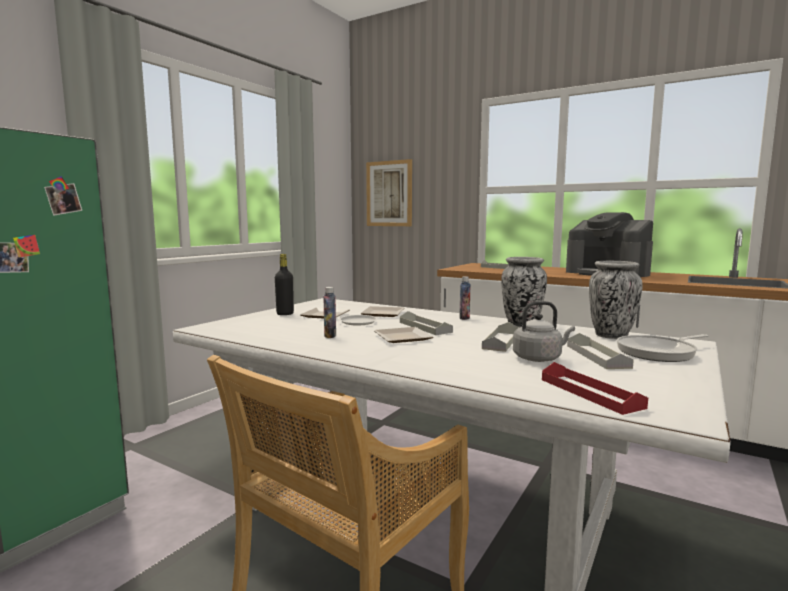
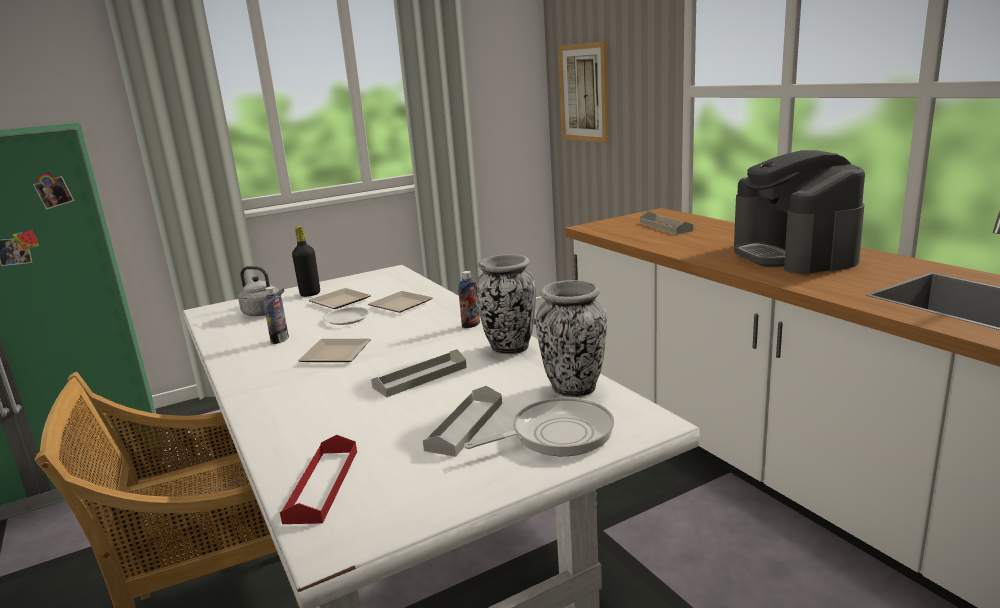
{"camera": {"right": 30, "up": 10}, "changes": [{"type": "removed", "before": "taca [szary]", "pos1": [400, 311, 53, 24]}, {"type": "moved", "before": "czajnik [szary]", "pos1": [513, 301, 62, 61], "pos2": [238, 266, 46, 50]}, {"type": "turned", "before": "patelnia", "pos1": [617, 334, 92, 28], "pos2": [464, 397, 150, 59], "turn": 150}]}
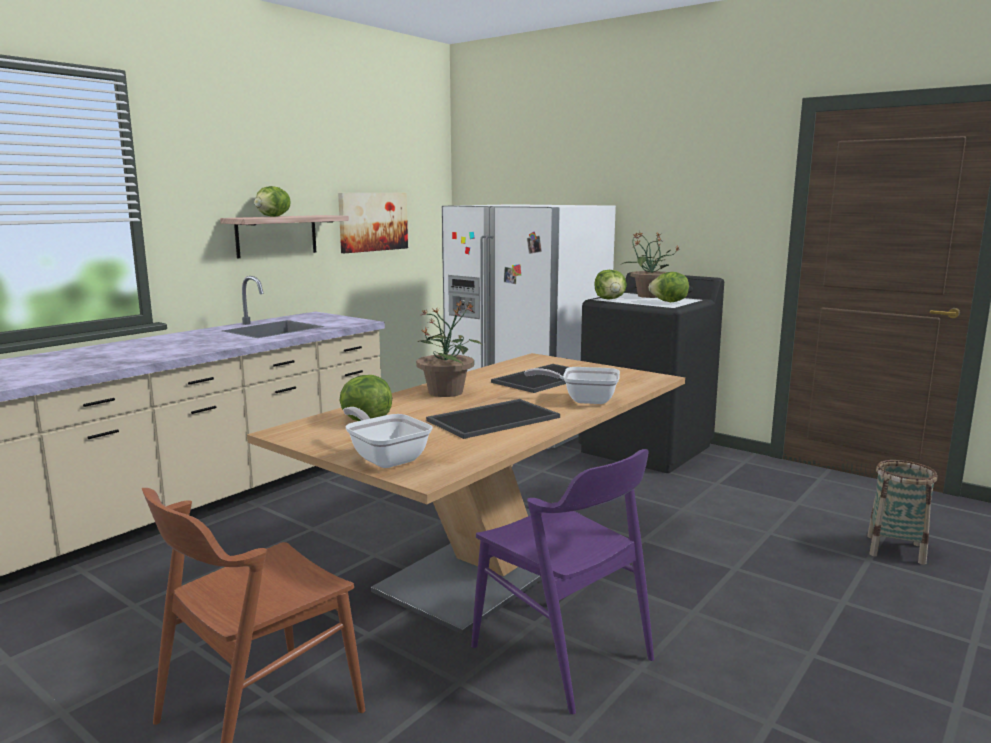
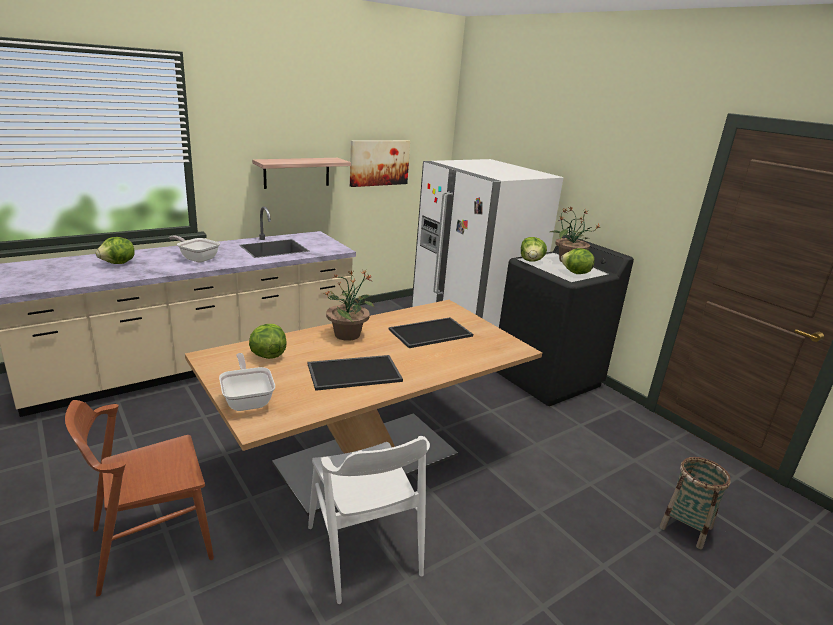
{"camera": {"right": 15, "up": 10}, "changes": [{"type": "moved", "before": "sałata", "pos1": [254, 186, 37, 31], "pos2": [96, 237, 39, 27]}, {"type": "moved", "before": "patelnia", "pos1": [524, 367, 96, 37], "pos2": [169, 235, 51, 28]}, {"type": "recoloured", "before": "krzesło [fioletowy]", "after": "krzesło [biały]", "pos1": [471, 449, 183, 265], "pos2": [308, 436, 122, 168]}]}
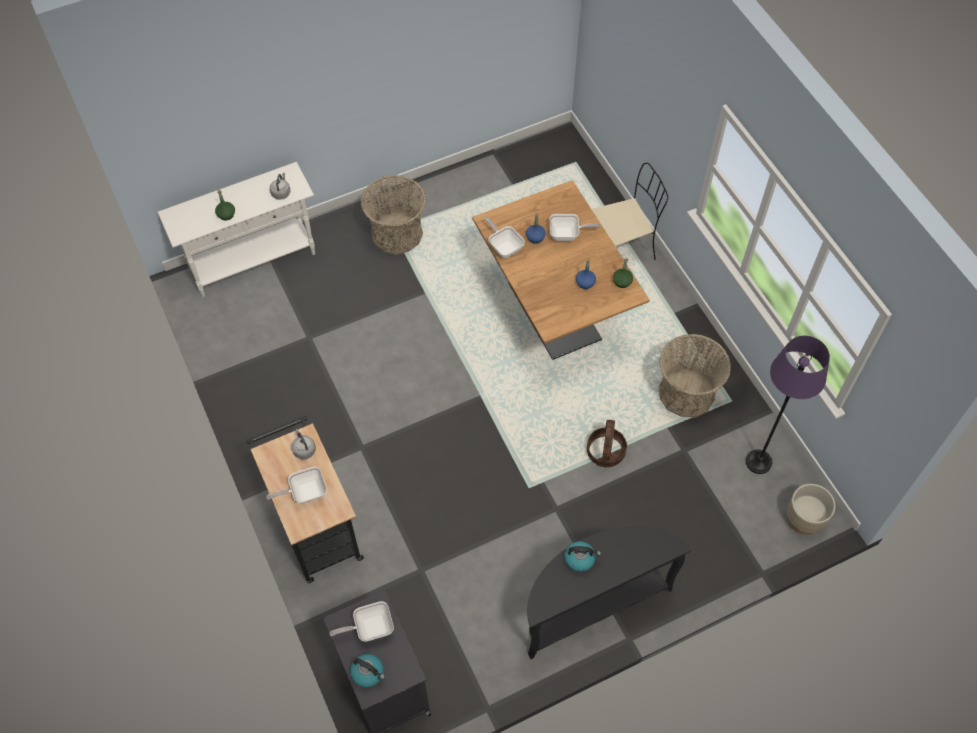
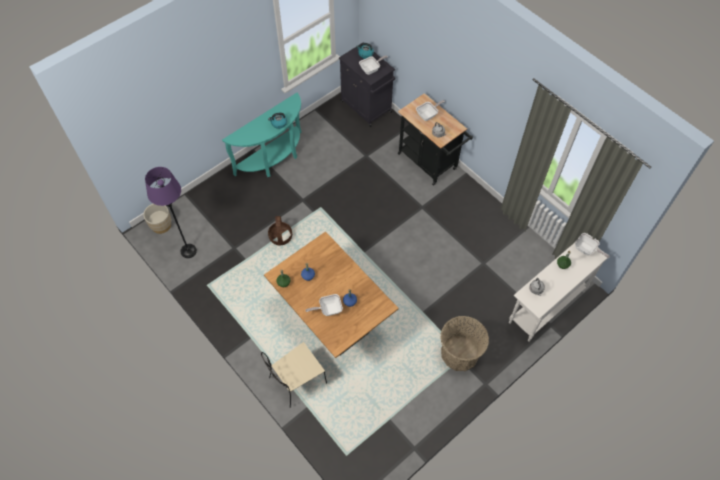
{"camera": {"right": 165, "up": 0}, "changes": [{"type": "removed", "before": "koszyk", "pos1": [659, 334, 72, 84]}, {"type": "moved", "before": "patelnia", "pos1": [484, 217, 41, 41], "pos2": [575, 233, 35, 25]}, {"type": "recoloured", "before": "stolik konsolowy [czarny]", "after": "stolik konsolowy [turkusowy]", "pos1": [527, 527, 164, 132], "pos2": [222, 93, 80, 84]}]}
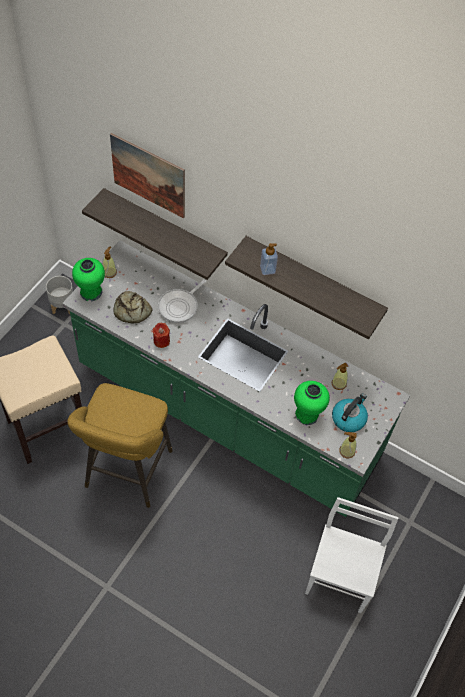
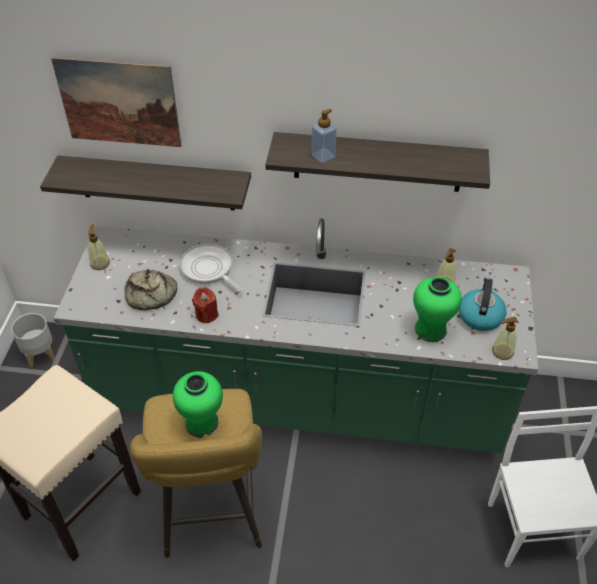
{"camera": {"right": -20, "up": -10}, "changes": [{"type": "moved", "before": "wazon [zielony]", "pos1": [72, 258, 33, 43], "pos2": [173, 371, 50, 67]}, {"type": "turned", "before": "patelnia", "pos1": [158, 279, 48, 44], "pos2": [180, 244, 63, 48], "turn": 120}]}
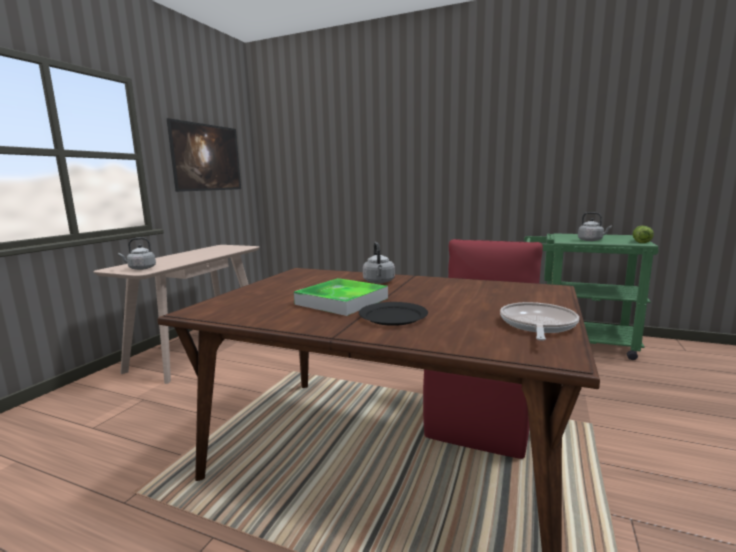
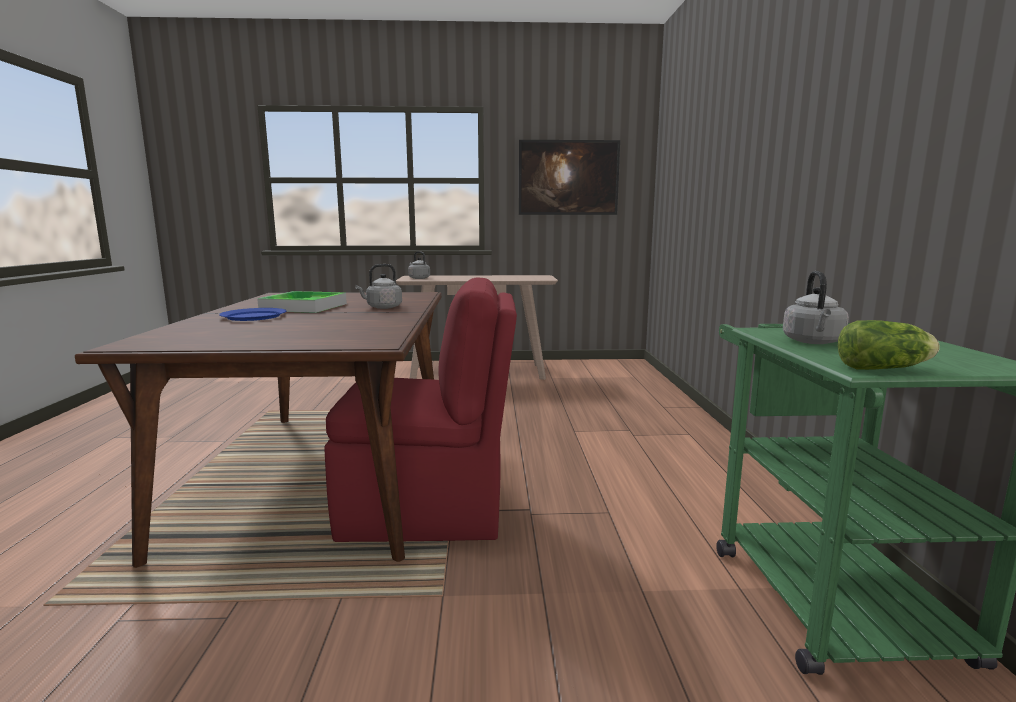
{"camera": {"right": 65, "up": 0}, "changes": [{"type": "removed", "before": "patelnia", "pos1": [500, 302, 79, 39]}, {"type": "recoloured", "before": "talerz [czarny]", "after": "talerz [niebieski]", "pos1": [359, 302, 69, 24], "pos2": [219, 308, 67, 13]}]}
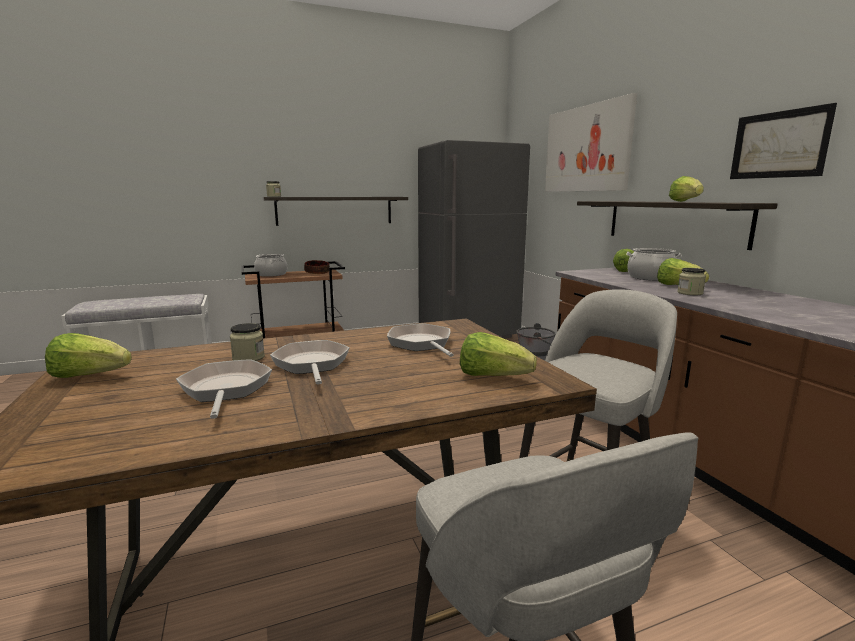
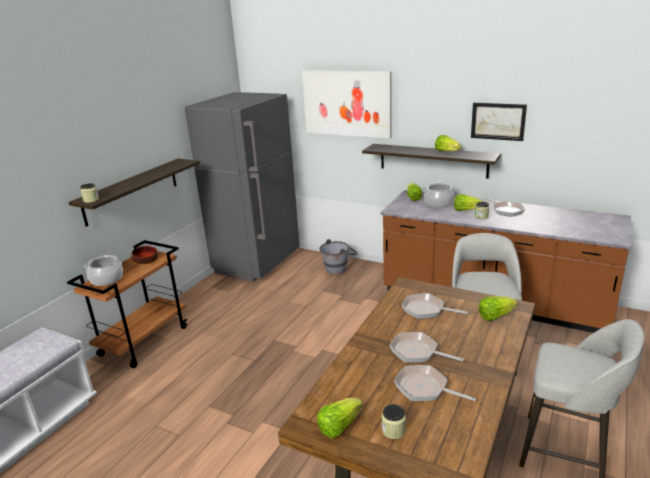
{"camera": {"right": -40, "up": 10}, "changes": [{"type": "added", "after": "patelnia", "pos2": [485, 197, 40, 20]}, {"type": "moved", "before": "słoik", "pos1": [230, 323, 35, 38], "pos2": [382, 404, 24, 35]}]}
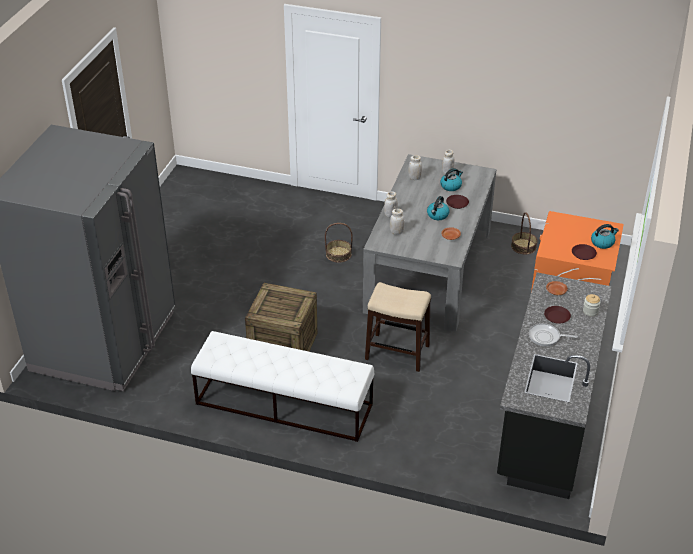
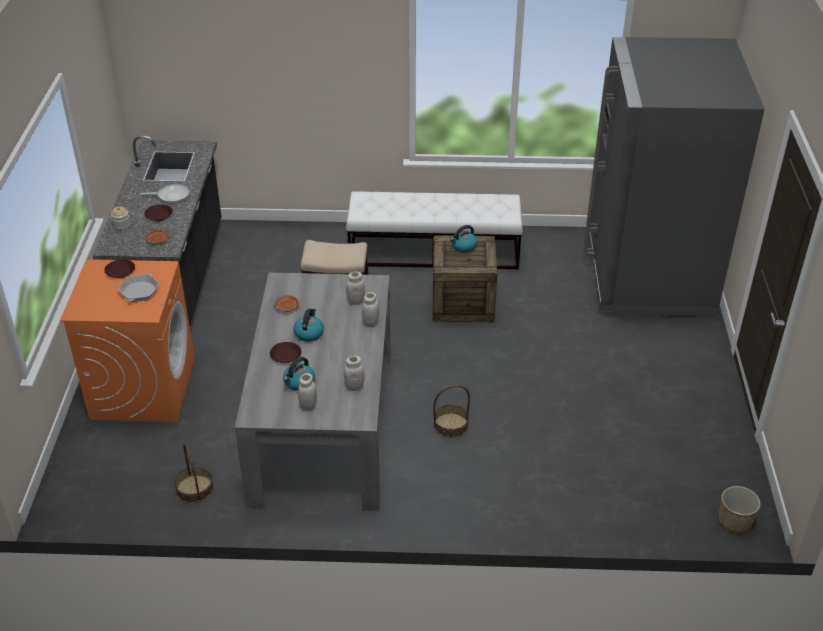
{"camera": {"right": 165, "up": 0}, "changes": [{"type": "added", "after": "patelnia", "pos2": [118, 273, 41, 29]}, {"type": "added", "after": "donica", "pos2": [718, 486, 43, 47]}, {"type": "moved", "before": "czajnik", "pos1": [591, 224, 28, 25], "pos2": [450, 225, 27, 27]}]}
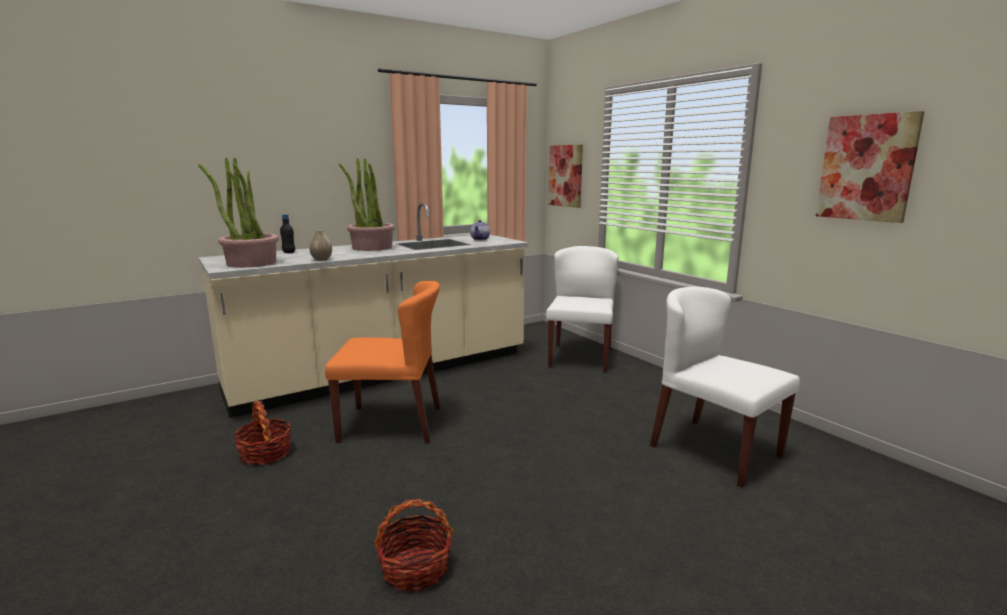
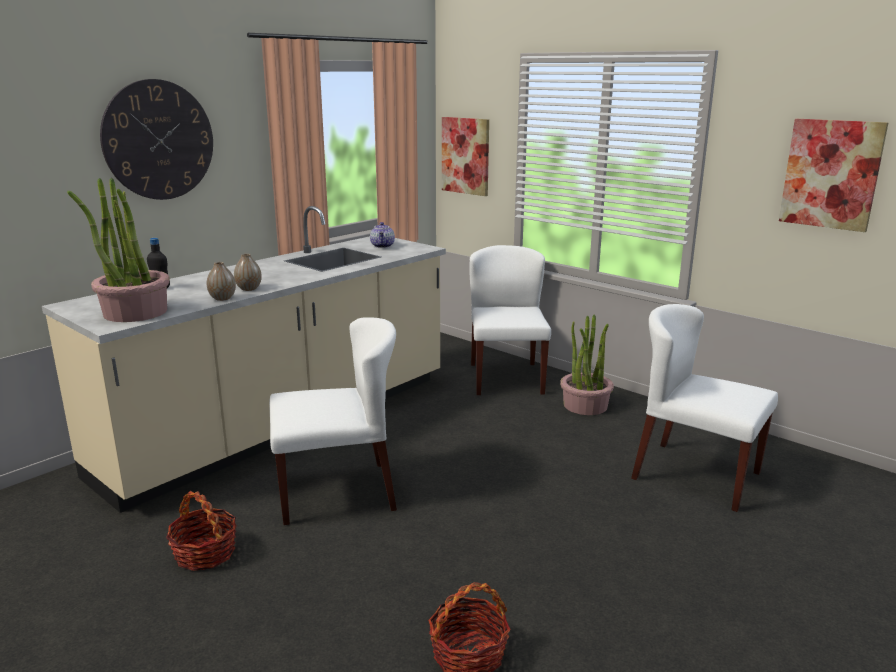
{"camera": {"right": -15, "up": 5}, "changes": [{"type": "added", "after": "zegar ścienny", "pos2": [100, 79, 113, 121]}, {"type": "added", "after": "wazon", "pos2": [234, 254, 28, 37]}, {"type": "moved", "before": "roślina doniczkowa", "pos1": [339, 158, 56, 93], "pos2": [560, 315, 54, 100]}, {"type": "recoloured", "before": "krzesło [pomarańczowy]", "after": "krzesło [biały]", "pos1": [325, 281, 115, 162], "pos2": [269, 317, 128, 208]}]}
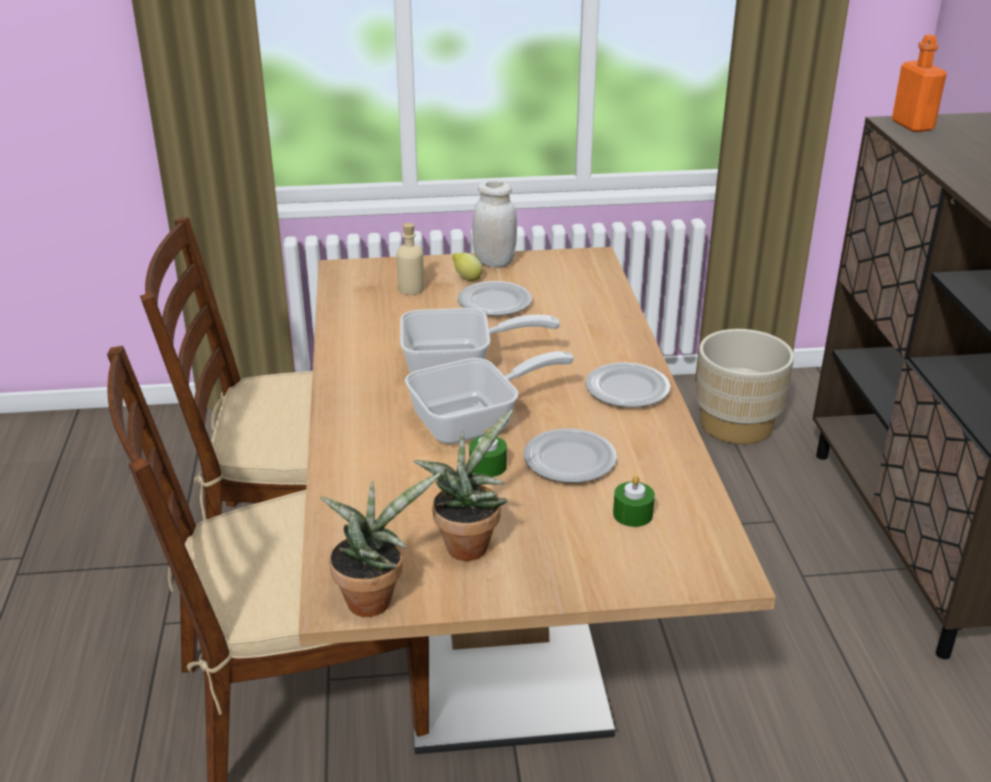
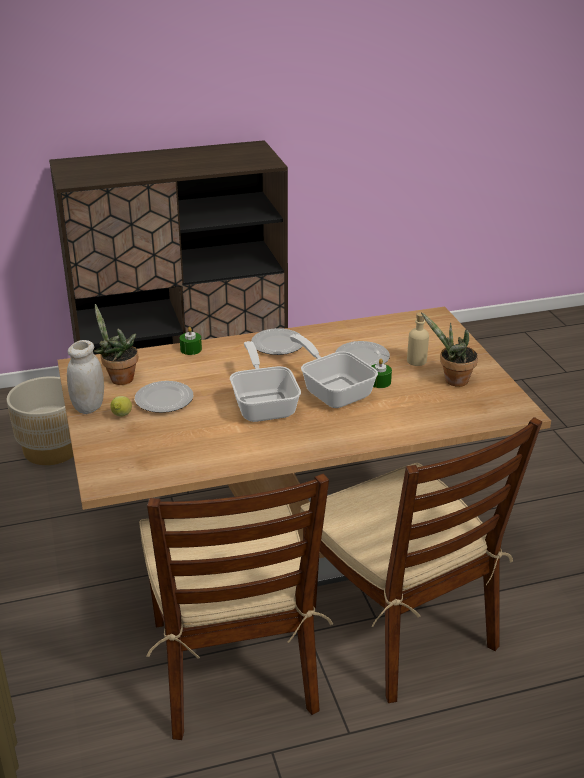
{"camera": {"right": -100, "up": 0}, "changes": [{"type": "removed", "before": "butelka [pomarańczowy]", "pos1": [892, 34, 55, 98]}, {"type": "moved", "before": "roślina doniczkowa", "pos1": [320, 473, 121, 144], "pos2": [93, 304, 45, 81]}, {"type": "moved", "before": "butelka [beżowy]", "pos1": [396, 223, 28, 72], "pos2": [407, 312, 22, 54]}, {"type": "moved", "before": "świeca [zielony]", "pos1": [613, 475, 42, 52], "pos2": [180, 327, 22, 28]}]}
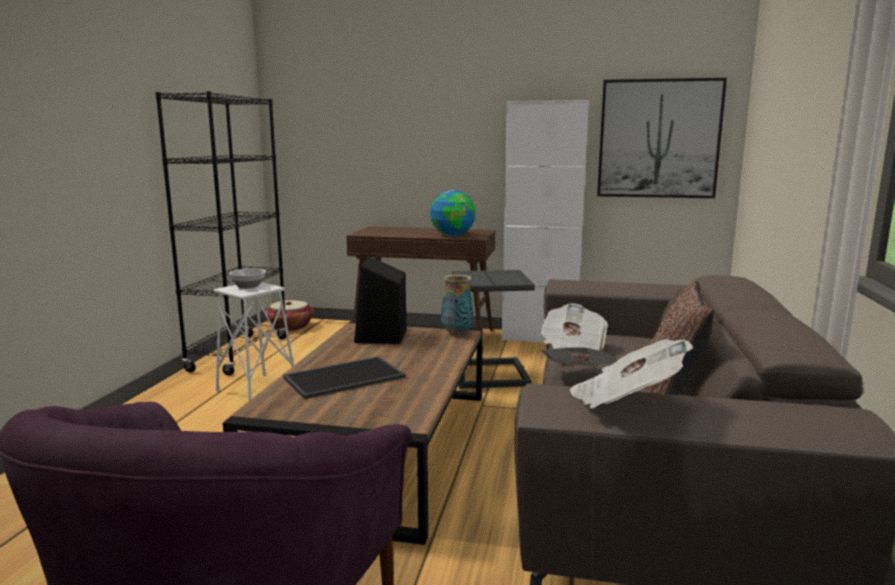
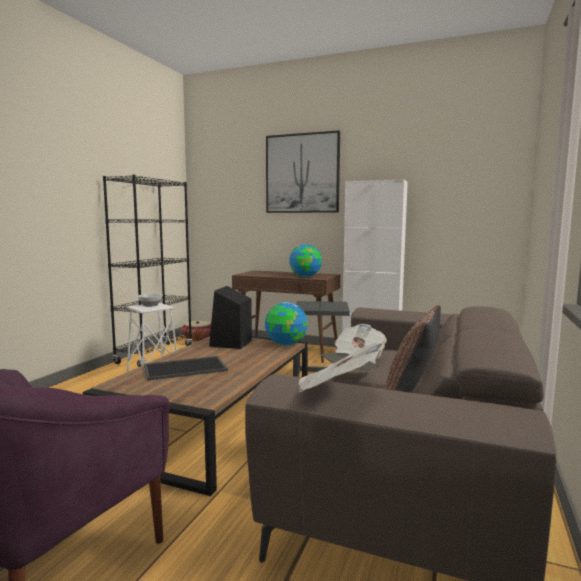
{"camera": {"right": 10, "up": -5}, "changes": [{"type": "moved", "before": "obraz", "pos1": [597, 78, 130, 120], "pos2": [266, 130, 74, 83]}, {"type": "replaced", "before": "wazon", "after": "globus", "pos1": [441, 275, 33, 60], "pos2": [265, 302, 43, 44]}]}
